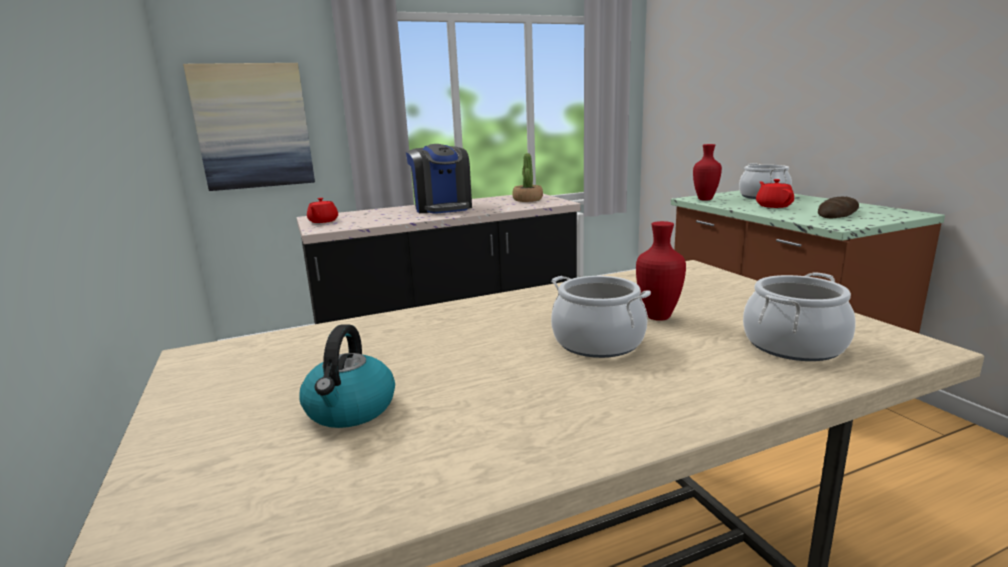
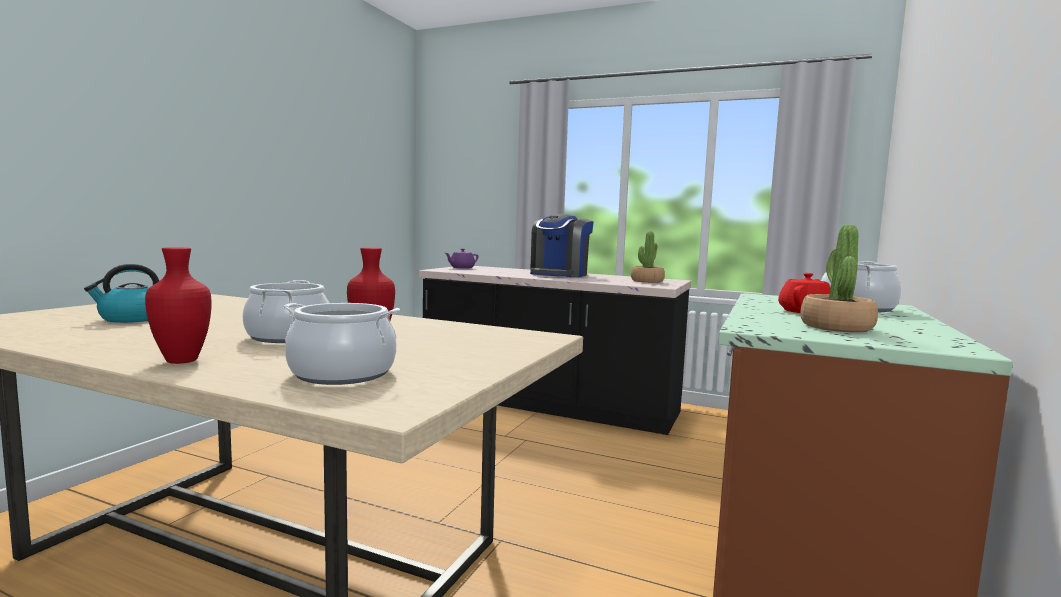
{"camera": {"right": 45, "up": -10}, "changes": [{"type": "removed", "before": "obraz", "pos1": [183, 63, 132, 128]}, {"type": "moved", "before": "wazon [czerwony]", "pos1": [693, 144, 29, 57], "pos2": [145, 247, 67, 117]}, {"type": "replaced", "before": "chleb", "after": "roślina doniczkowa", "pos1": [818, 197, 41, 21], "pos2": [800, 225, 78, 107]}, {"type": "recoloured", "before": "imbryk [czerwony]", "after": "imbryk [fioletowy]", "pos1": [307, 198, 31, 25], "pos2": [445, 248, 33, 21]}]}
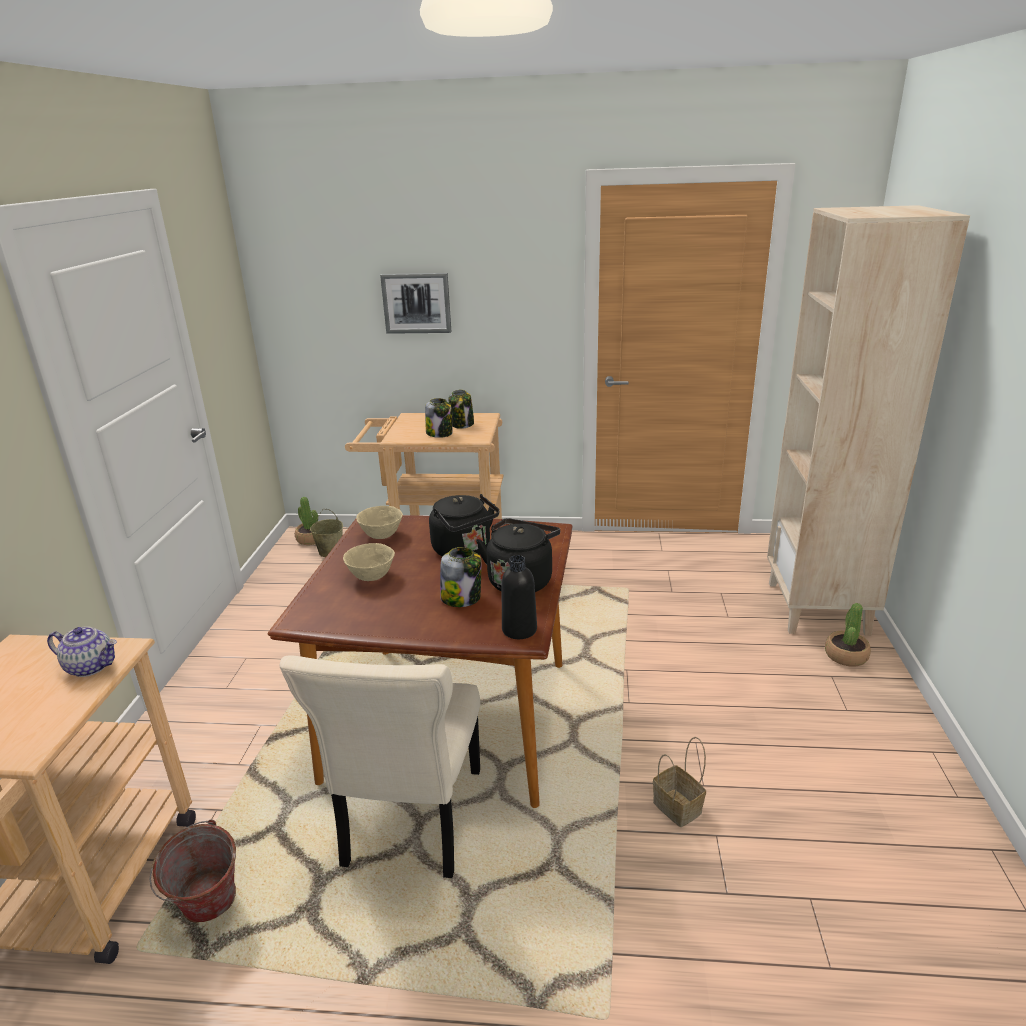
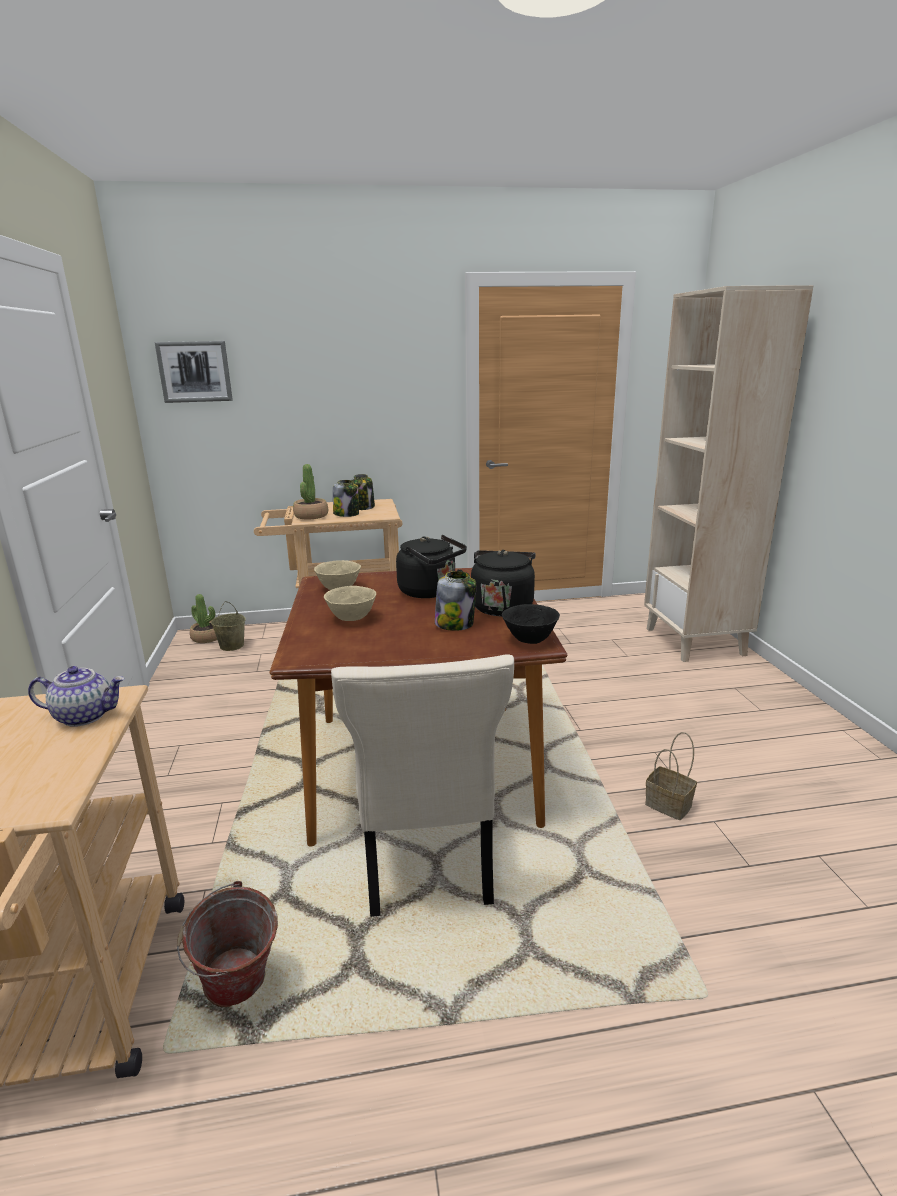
{"camera": {"right": -15, "up": -5}, "changes": [{"type": "moved", "before": "obraz", "pos1": [380, 273, 71, 61], "pos2": [155, 341, 78, 62]}, {"type": "moved", "before": "roślina doniczkowa", "pos1": [825, 603, 46, 64], "pos2": [293, 464, 35, 55]}, {"type": "replaced", "before": "butelka [czarny]", "after": "miska [czarny]", "pos1": [502, 555, 35, 84], "pos2": [501, 604, 59, 40]}]}
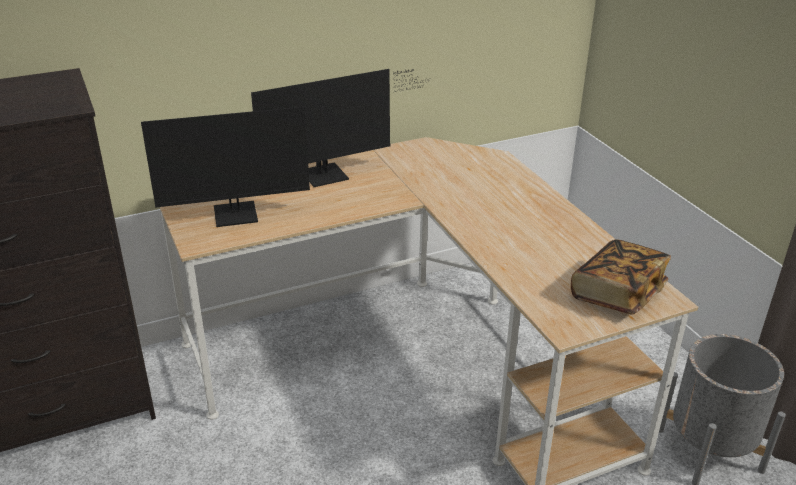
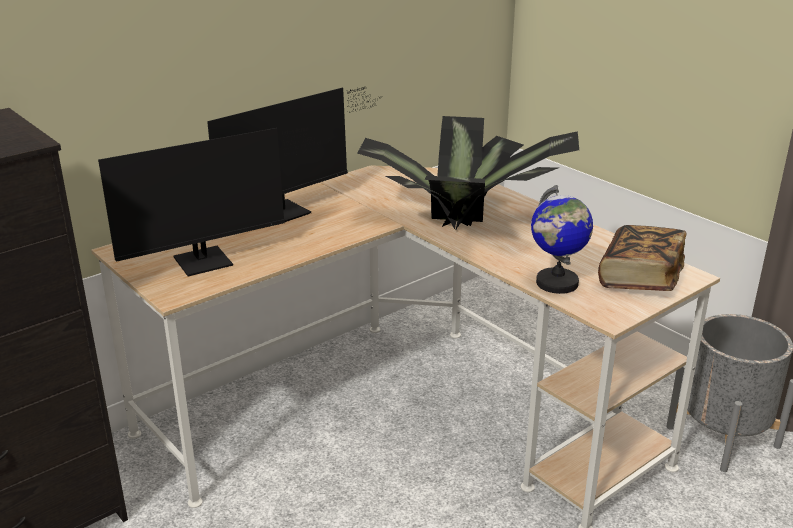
{"camera": {"right": -15, "up": -5}, "changes": [{"type": "added", "after": "roślina doniczkowa", "pos2": [357, 116, 222, 115]}, {"type": "added", "after": "globus", "pos2": [531, 185, 62, 109]}]}
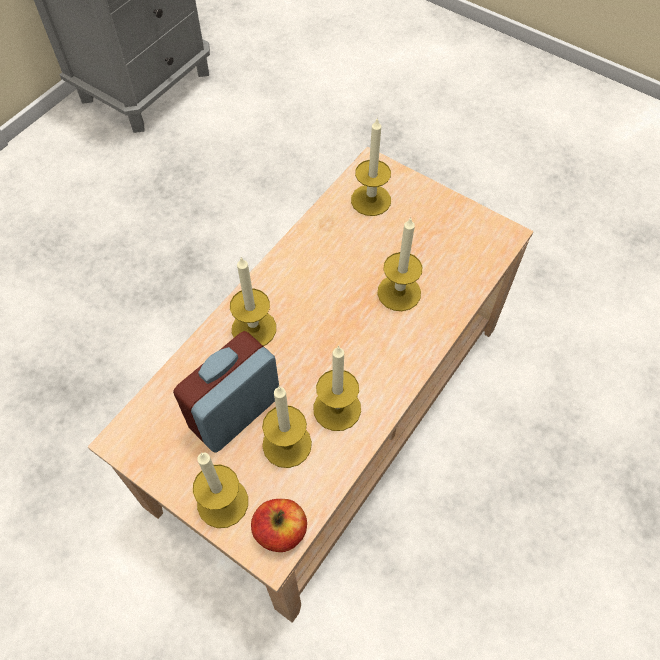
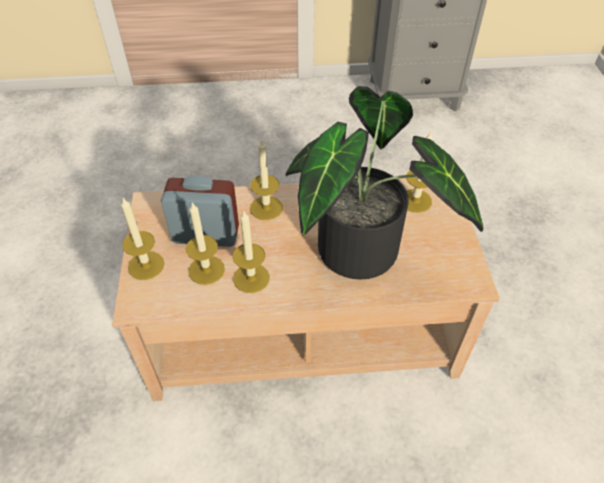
{"camera": {"right": 50, "up": -10}, "changes": [{"type": "removed", "before": "jabłko", "pos1": [251, 499, 56, 53]}, {"type": "replaced", "before": "świeca", "after": "roślina doniczkowa", "pos1": [377, 217, 46, 94], "pos2": [286, 86, 197, 194]}]}
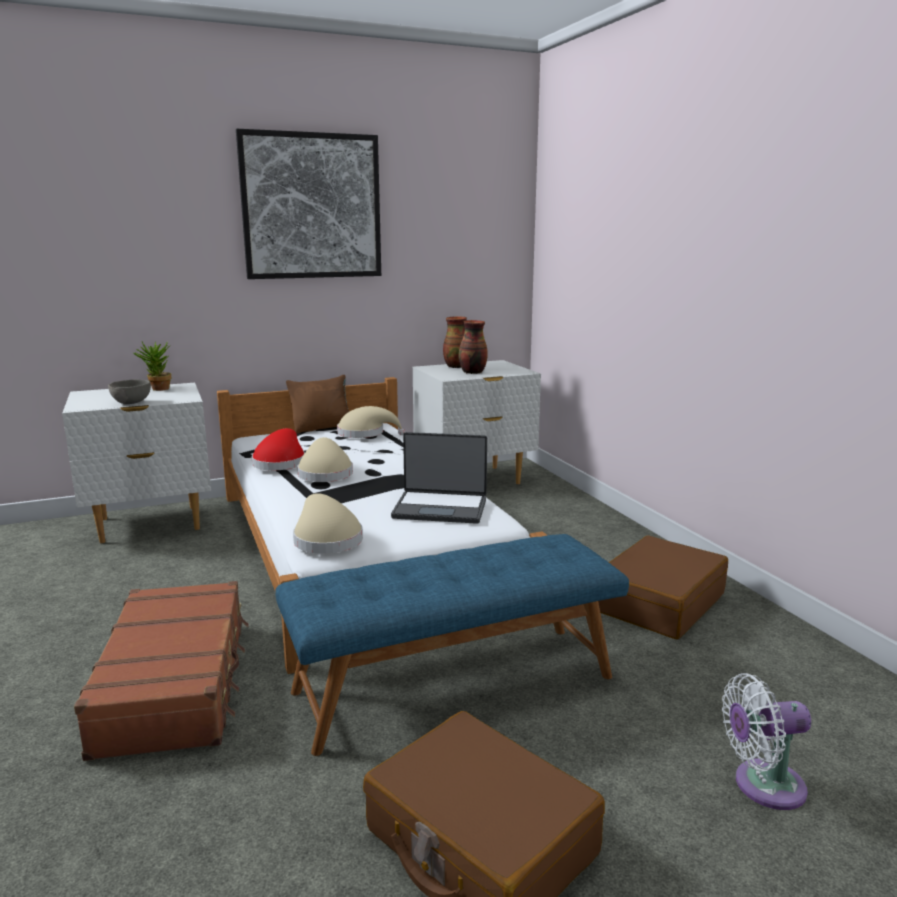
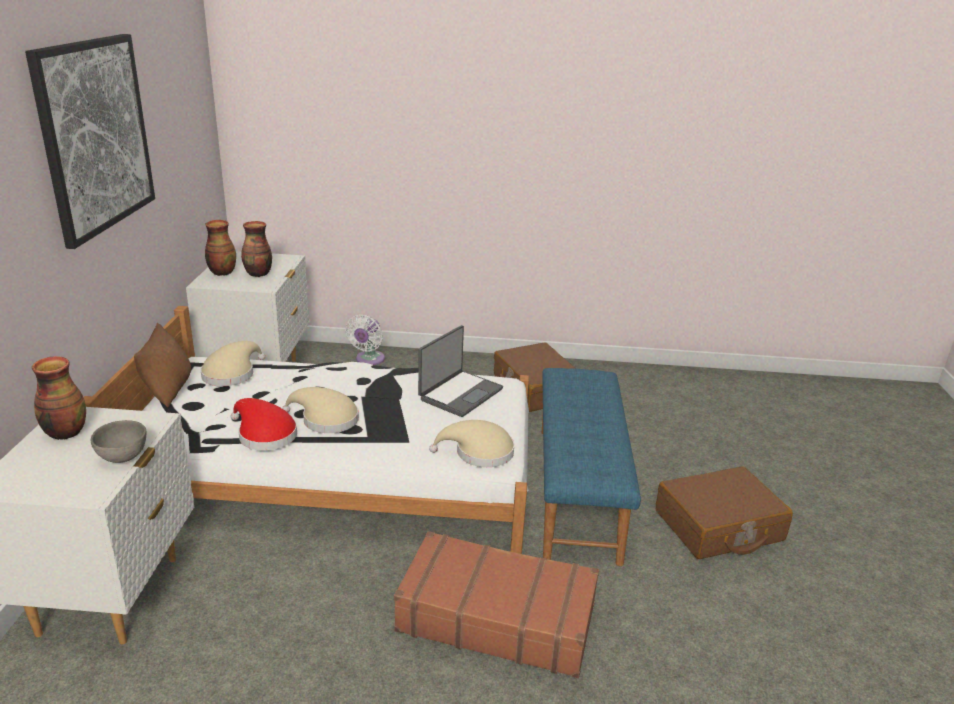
{"camera": {"right": -65, "up": 10}, "changes": [{"type": "moved", "before": "wentylator [biały]", "pos1": [722, 673, 89, 137], "pos2": [345, 315, 40, 50]}, {"type": "replaced", "before": "roślina doniczkowa", "after": "wazon", "pos1": [133, 342, 38, 49], "pos2": [32, 356, 54, 84]}]}
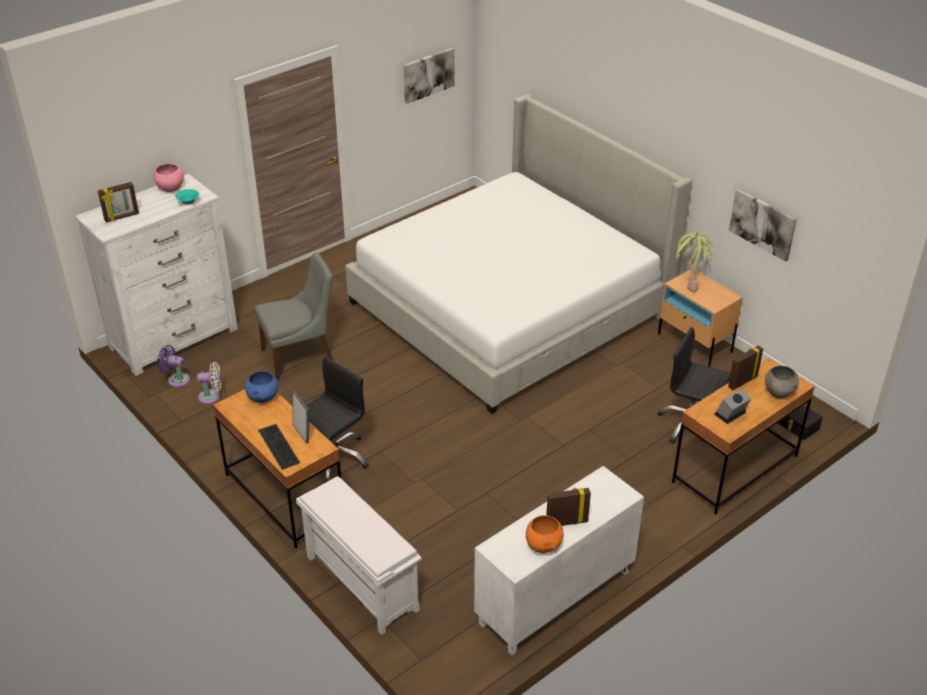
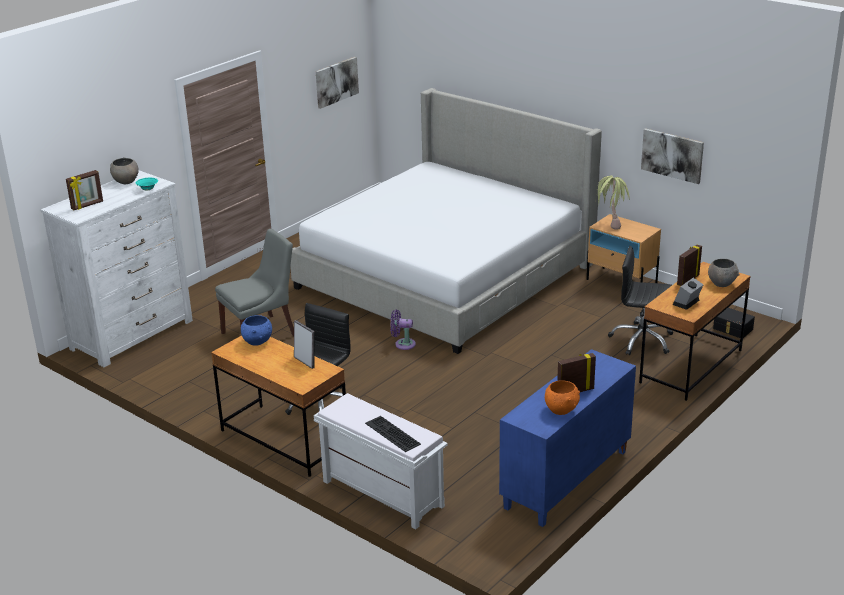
{"camera": {"right": -10, "up": -10}, "changes": [{"type": "removed", "before": "wentylator [biały]", "pos1": [197, 362, 24, 42]}, {"type": "moved", "before": "wentylator [fioletowy]", "pos1": [157, 345, 33, 42], "pos2": [390, 309, 26, 41]}, {"type": "moved", "before": "klawiatura", "pos1": [258, 424, 42, 46], "pos2": [365, 416, 56, 36]}, {"type": "recoloured", "before": "miska [różowy]", "after": "miska [szary]", "pos1": [154, 162, 30, 30], "pos2": [110, 157, 29, 27]}, {"type": "recoloured", "before": "szafka [biały]", "after": "szafka [niebieski]", "pos1": [474, 466, 170, 190], "pos2": [499, 349, 137, 178]}]}
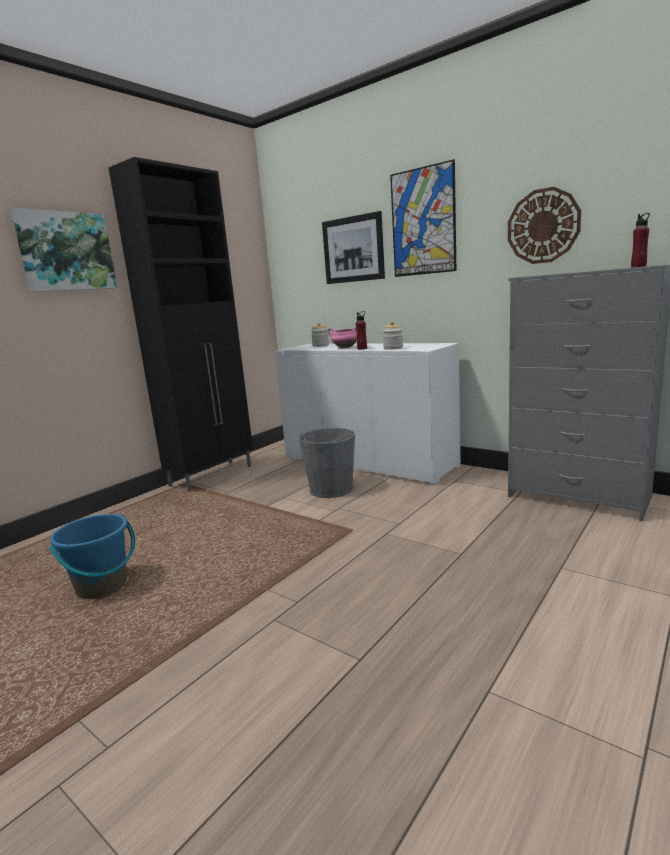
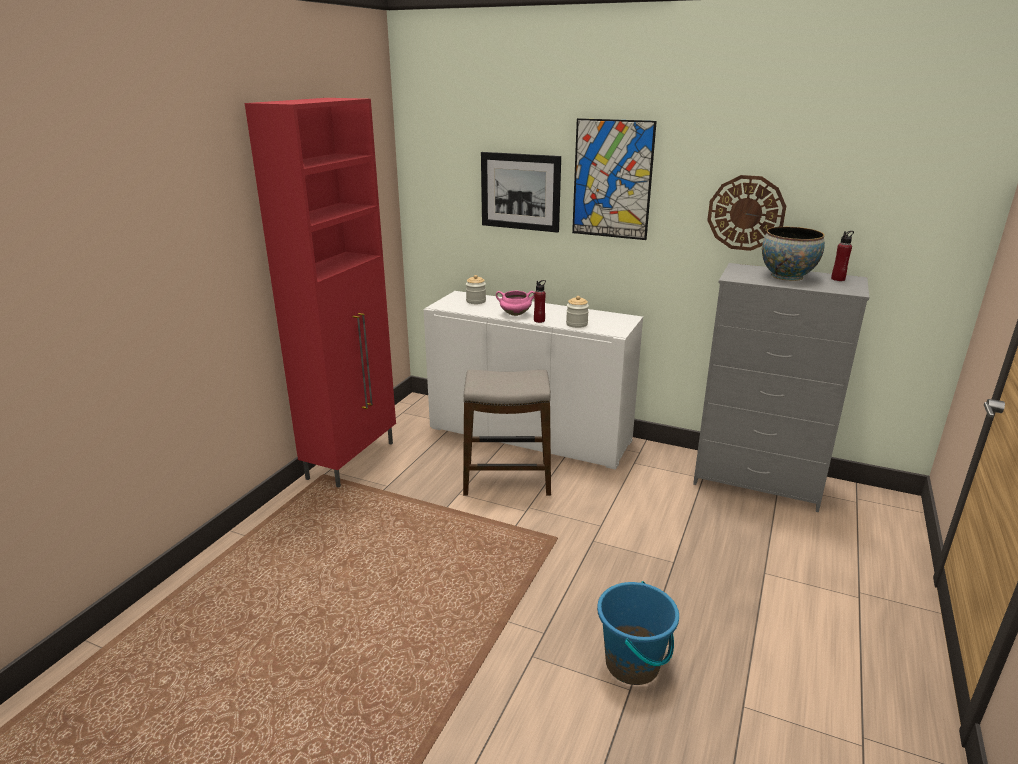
{"camera": {"right": -15, "up": 10}, "changes": [{"type": "removed", "before": "obraz", "pos1": [11, 208, 106, 84]}, {"type": "added", "after": "miska", "pos2": [762, 227, 63, 54]}, {"type": "moved", "before": "wiadro [niebieski]", "pos1": [49, 514, 86, 85], "pos2": [597, 581, 82, 104]}, {"type": "replaced", "before": "wiadro [szary]", "after": "stołek", "pos1": [299, 428, 56, 70], "pos2": [463, 370, 88, 126]}, {"type": "recoloured", "before": "szafka [czarny]", "after": "szafka [czerwony]", "pos1": [109, 157, 144, 334], "pos2": [245, 98, 151, 390]}]}
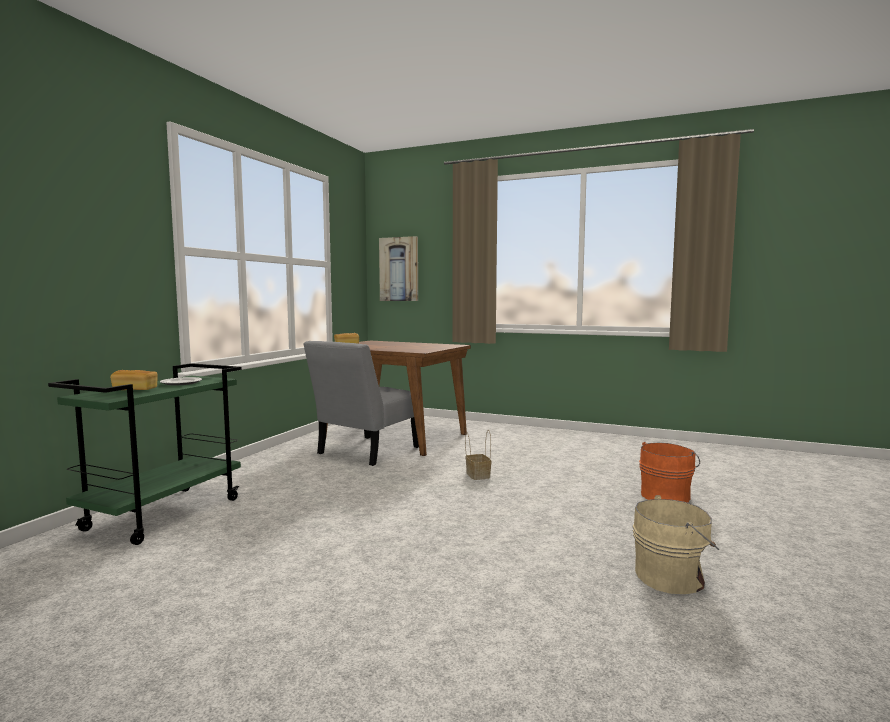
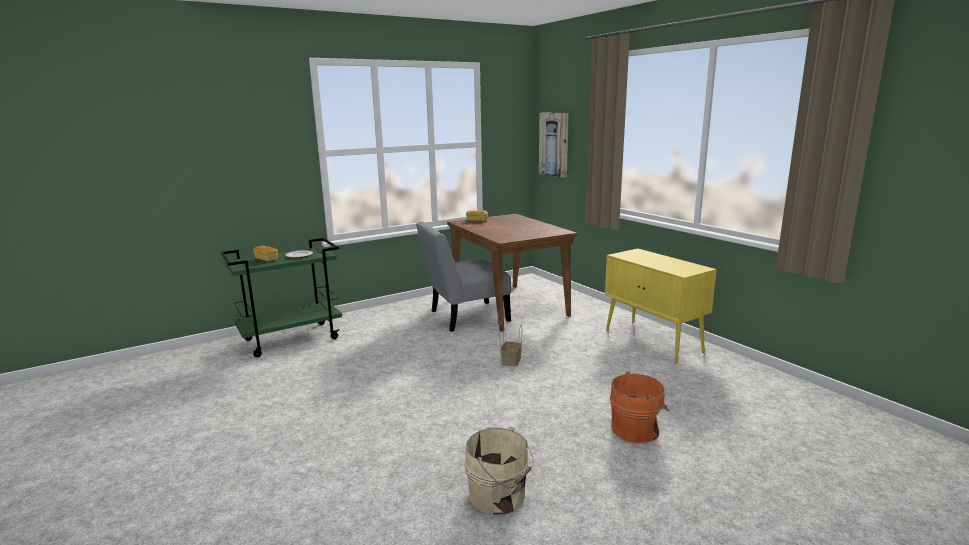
{"camera": {"right": 35, "up": 10}, "changes": [{"type": "added", "after": "szafka [żółty]", "pos2": [605, 249, 112, 114]}]}
